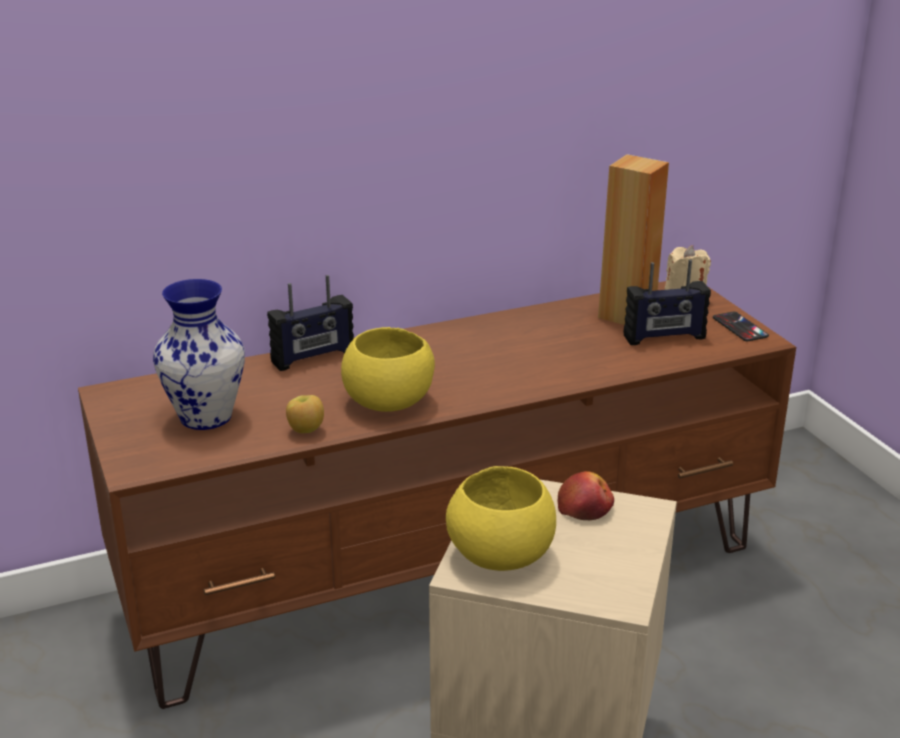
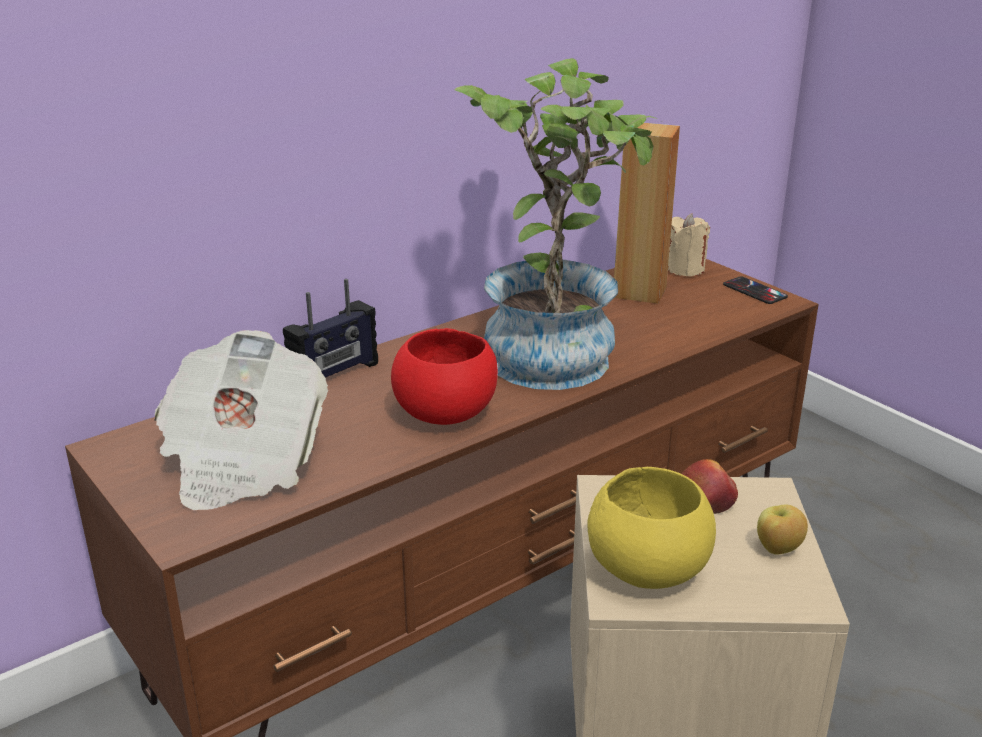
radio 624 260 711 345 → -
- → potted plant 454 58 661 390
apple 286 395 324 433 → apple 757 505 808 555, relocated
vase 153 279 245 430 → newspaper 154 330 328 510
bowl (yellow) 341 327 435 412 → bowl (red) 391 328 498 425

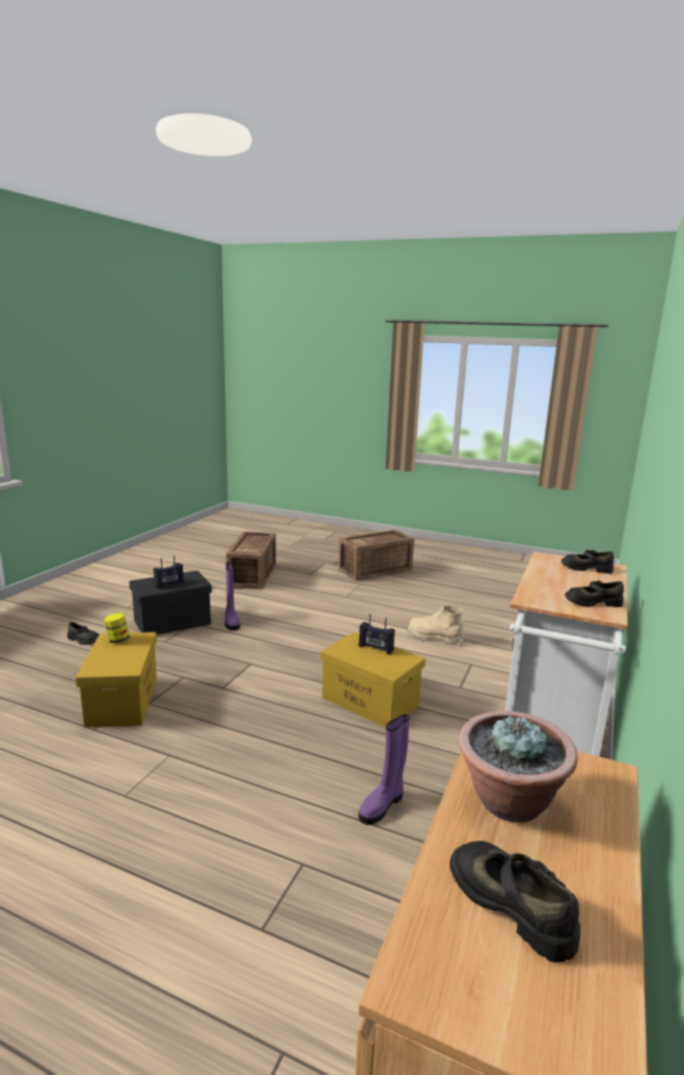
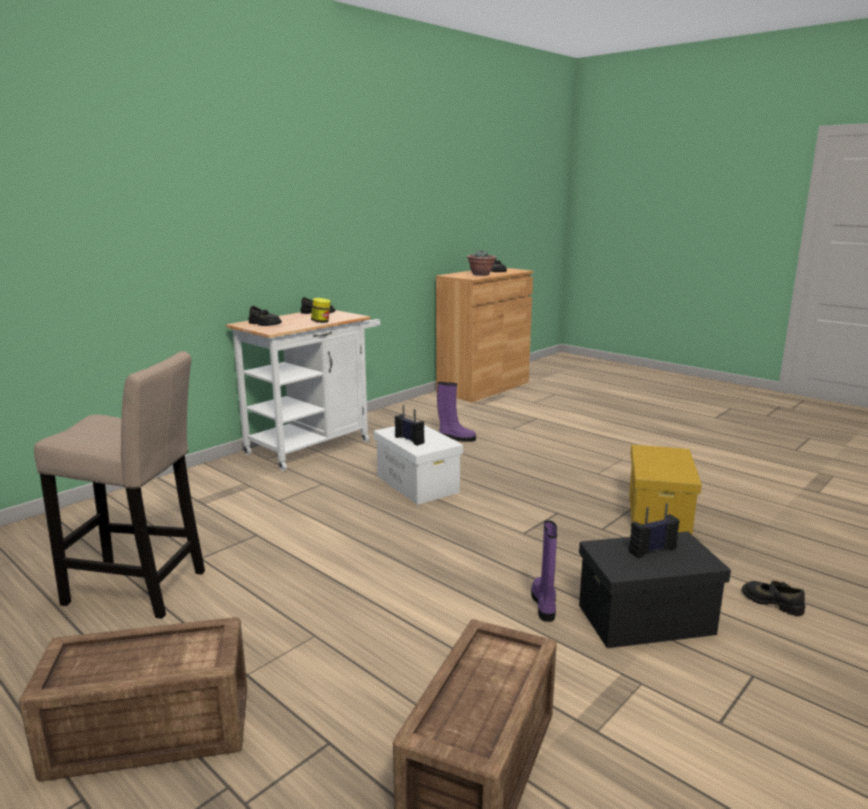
boot (beige) 408 606 464 645 → -
- → stool (beige) 34 351 205 619
jar 104 613 130 643 → jar 311 298 331 323, relocated
storage box (yellow) 320 632 425 727 → storage box (white) 374 421 463 505
boot (purple) 358 714 409 825 → boot (purple) 437 382 476 442, 45 degrees clockwise

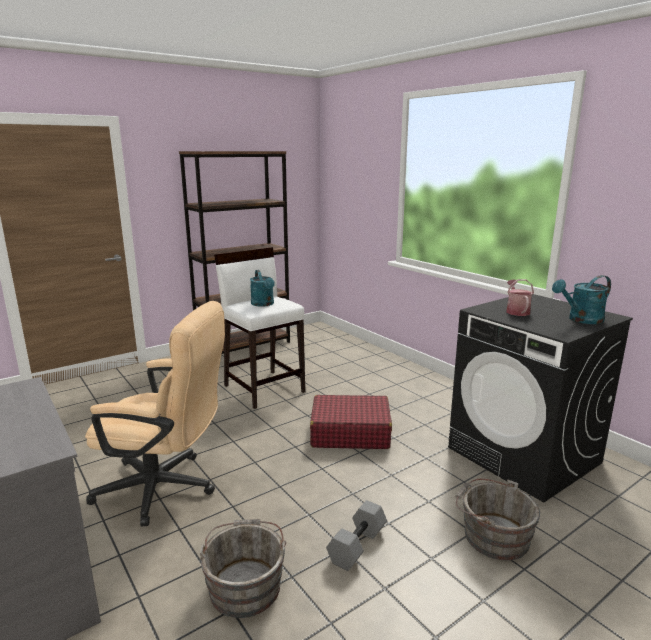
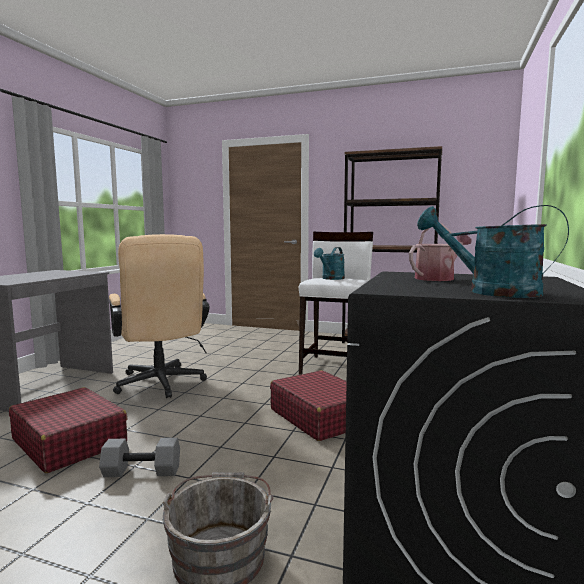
bucket (grey) 200 519 286 618 → suitcase (red) 9 387 127 473

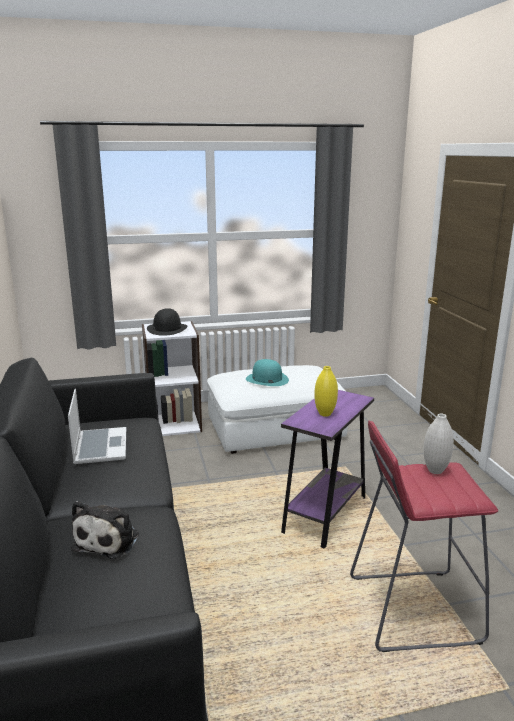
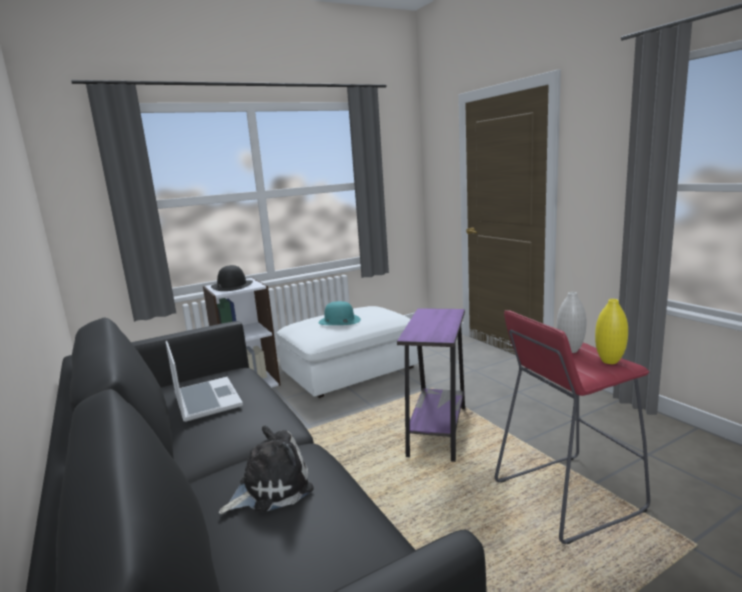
vase (yellow) 314 366 338 417 → vase (yellow) 595 299 628 364, relocated
plush toy 71 501 139 559 → plush toy 219 426 314 514, 120 degrees counterclockwise

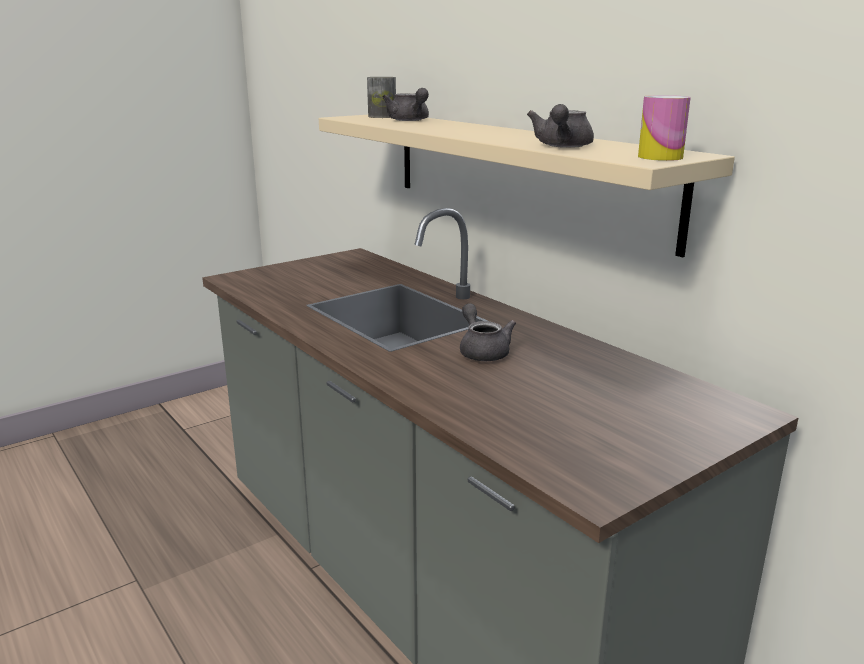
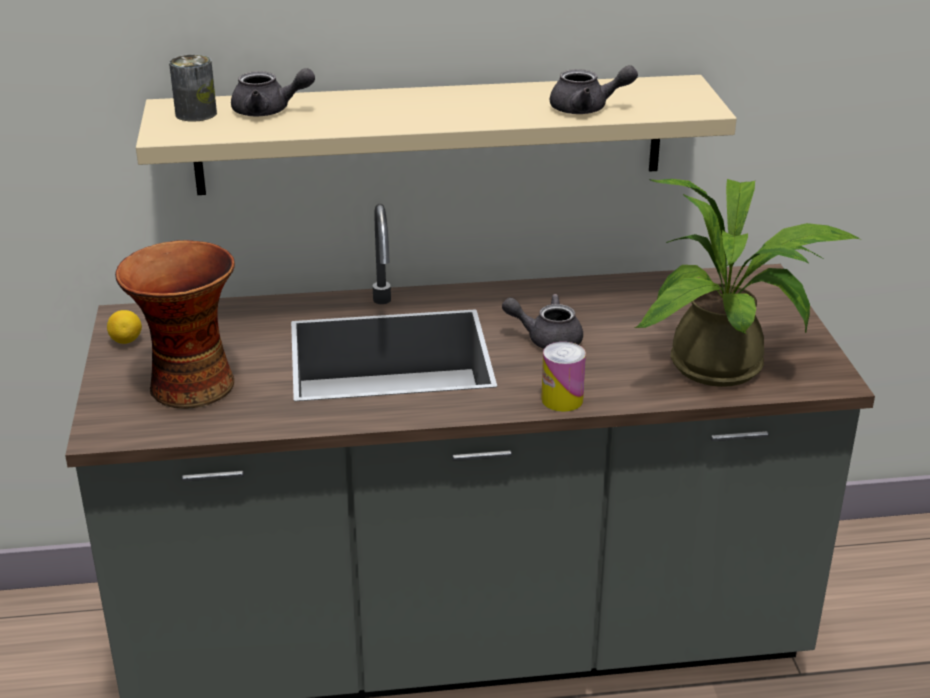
- → lemon 107 310 142 344
- → vase 115 240 235 409
- → potted plant 634 179 860 387
can 638 95 691 161 → can 541 342 586 412, relocated
teapot (grey) 527 104 594 148 → teapot (grey) 550 65 638 114, 45 degrees counterclockwise

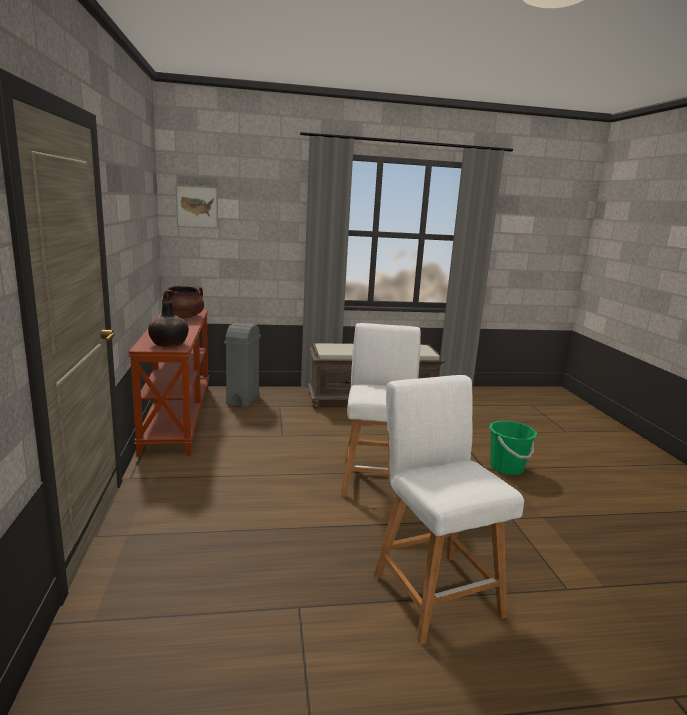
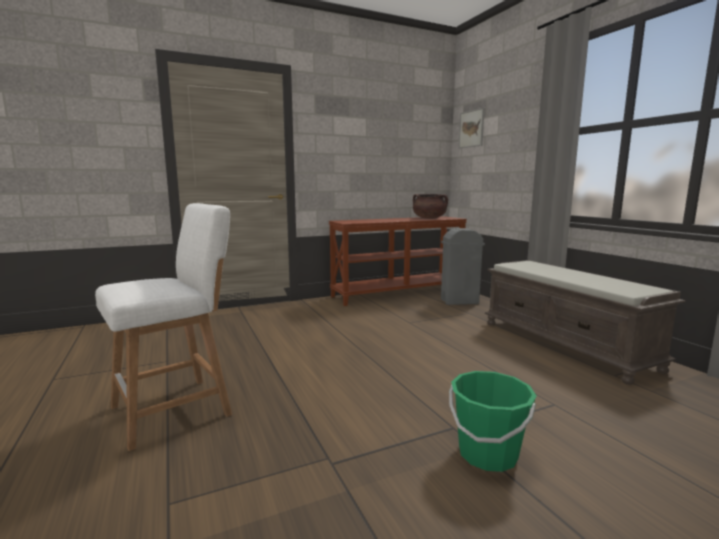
vase 148 301 189 347 → -
stool (white) 341 323 421 497 → -

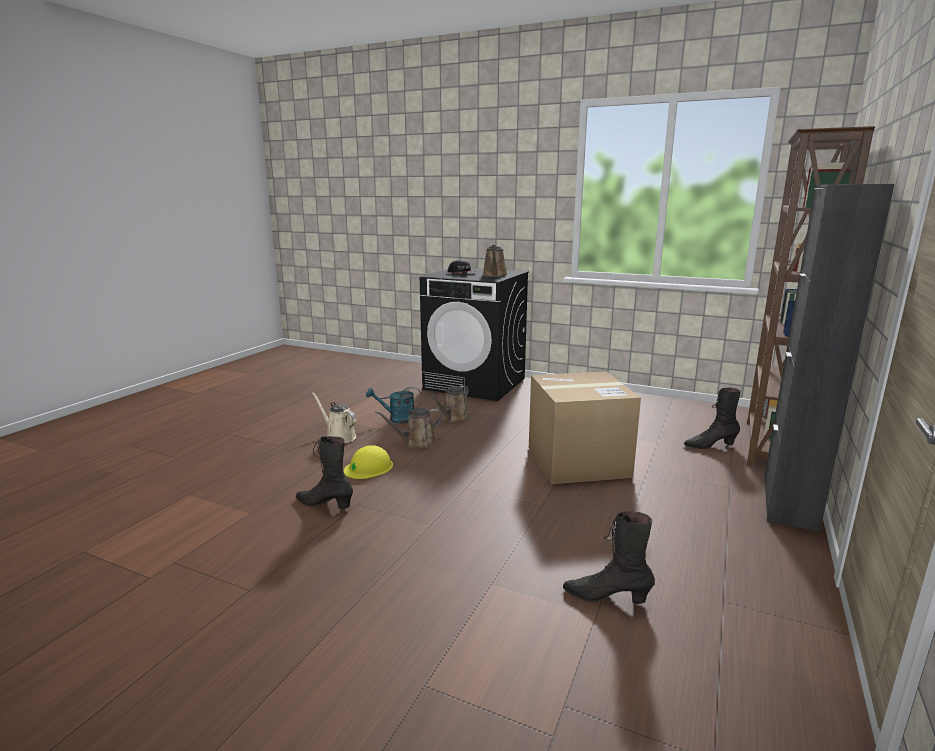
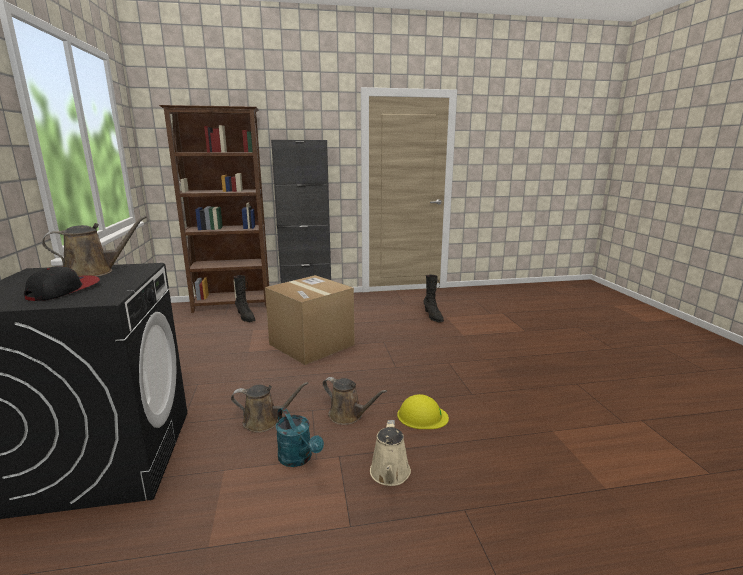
boot (black) 296 436 353 509 → -

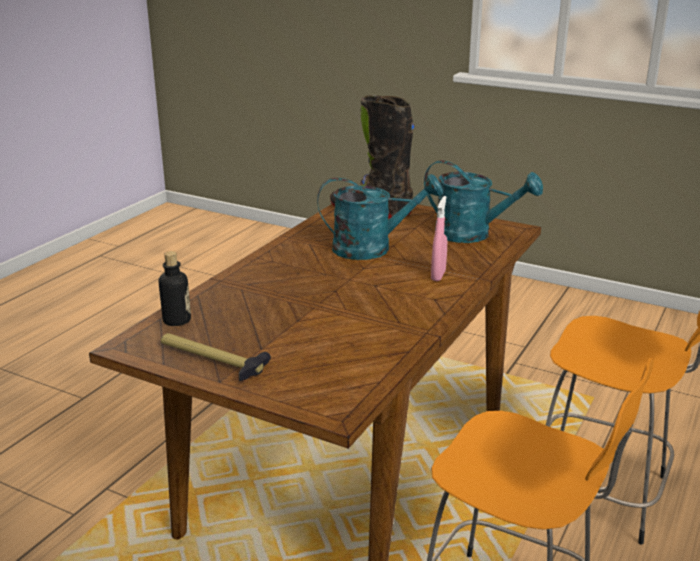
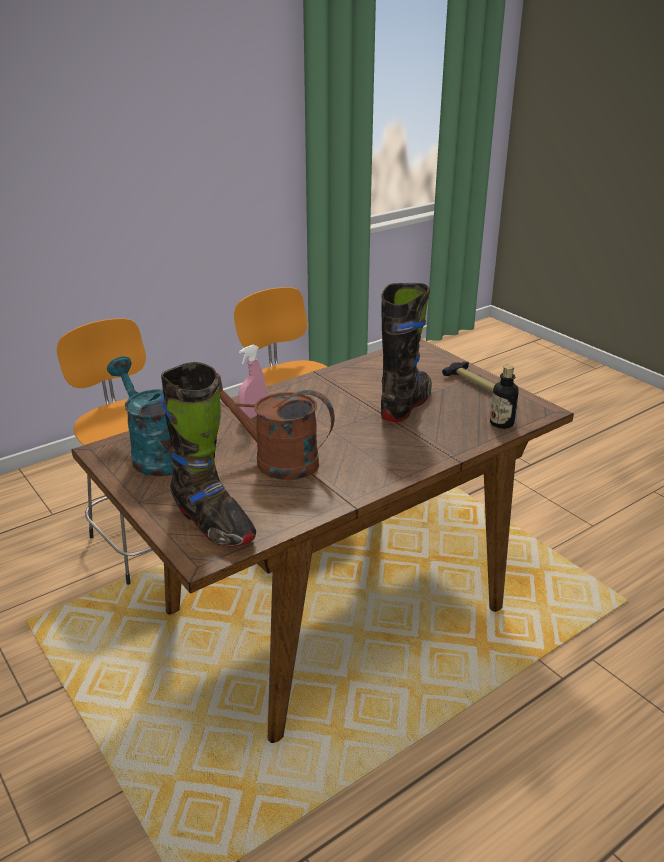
- → boot (black) 381 283 432 422
watering can (turquoise) 317 174 443 260 → watering can (brown) 217 373 335 480

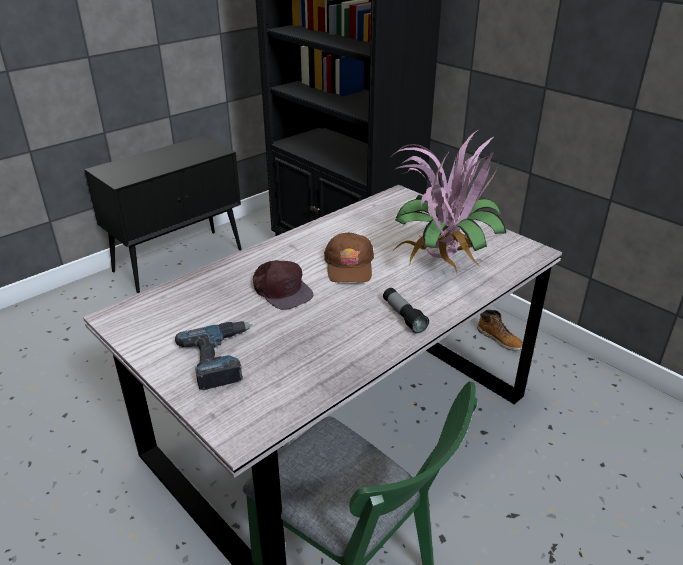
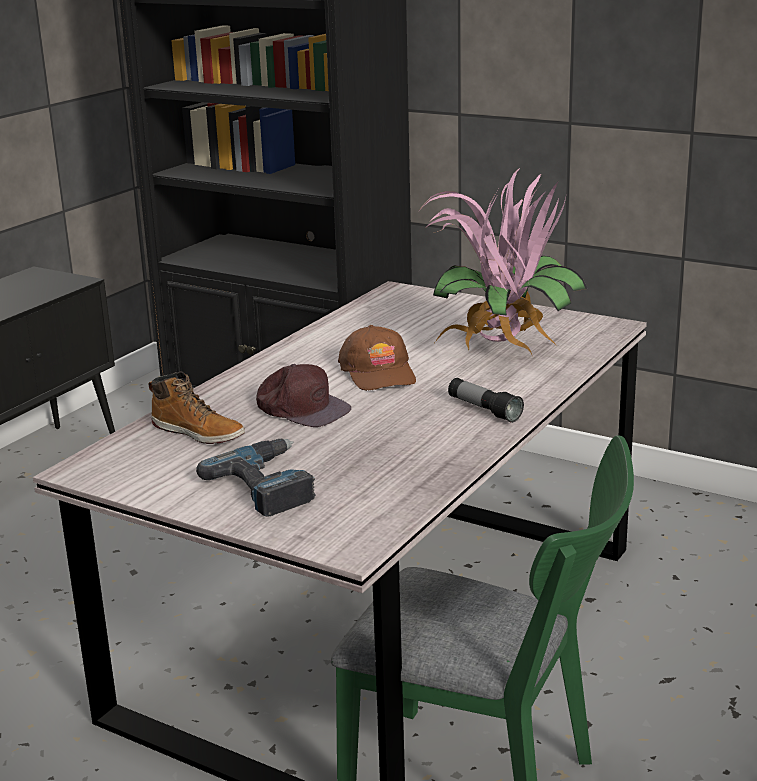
boot 477 309 523 351 → boot 148 372 245 444, relocated

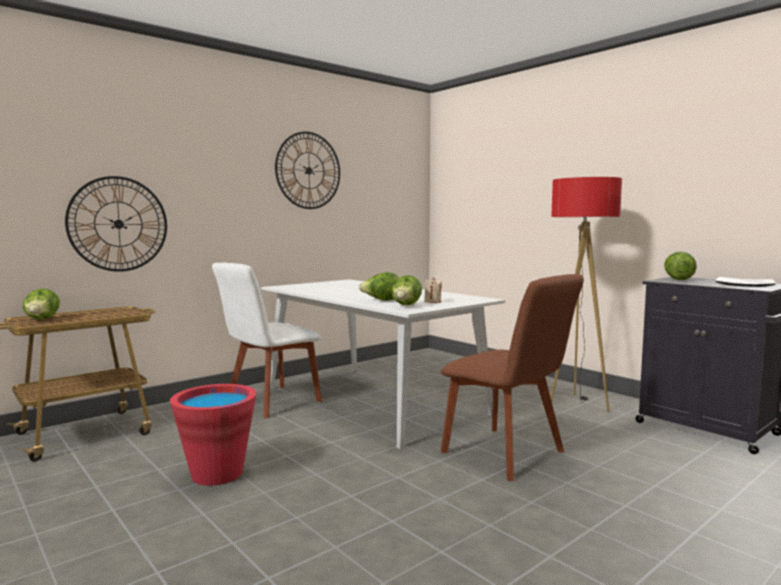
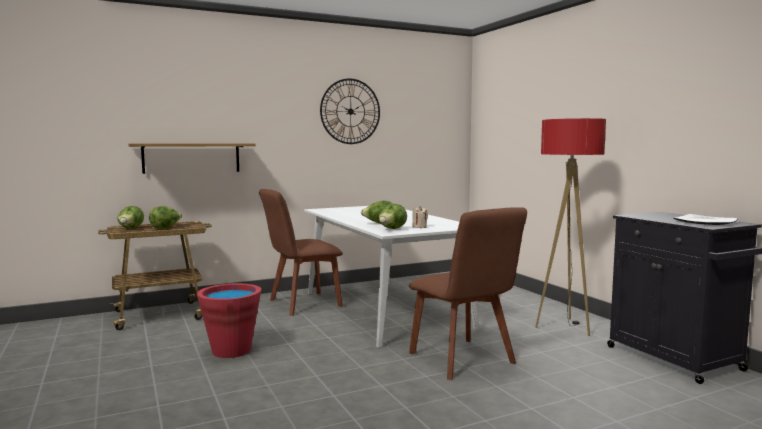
lettuce 664 251 697 280 → lettuce 149 206 182 229, relocated
wall clock 65 176 167 272 → shelf 128 143 256 174
chair (white) 212 263 322 418 → chair (brown) 259 189 343 316

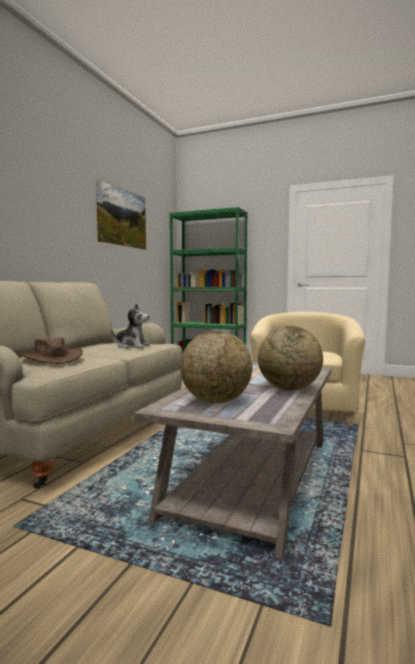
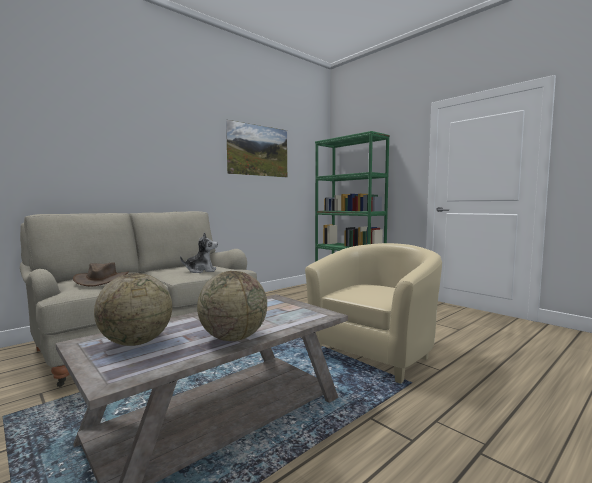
plush toy 111 303 150 348 → plush toy 180 232 218 273, 45 degrees counterclockwise

